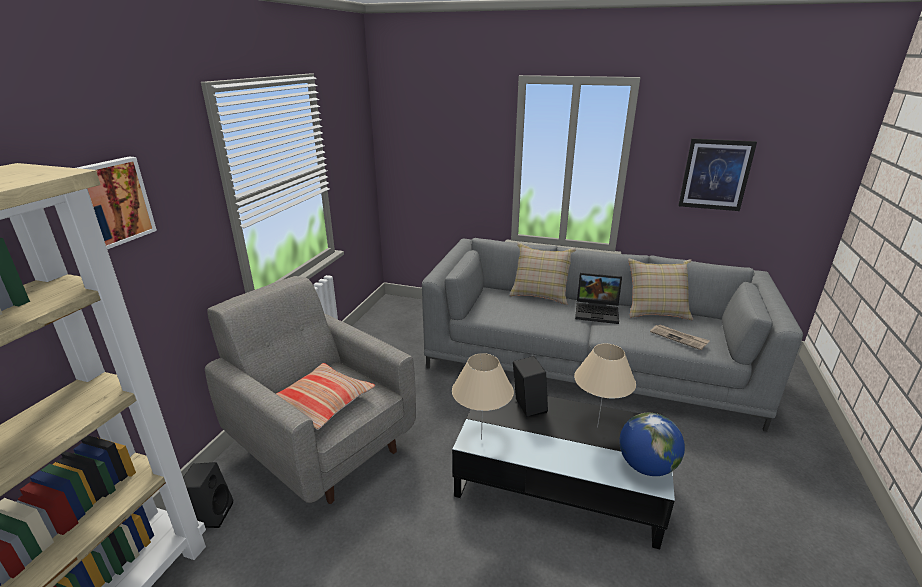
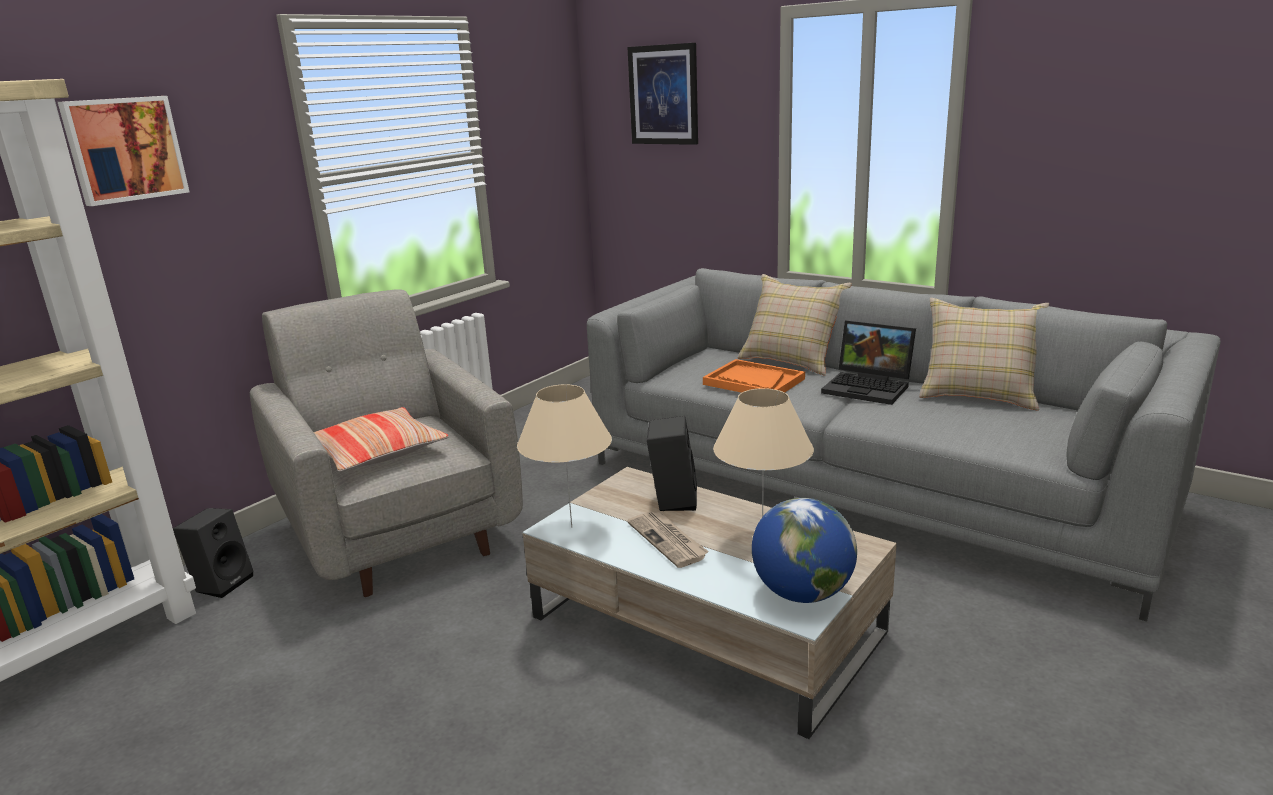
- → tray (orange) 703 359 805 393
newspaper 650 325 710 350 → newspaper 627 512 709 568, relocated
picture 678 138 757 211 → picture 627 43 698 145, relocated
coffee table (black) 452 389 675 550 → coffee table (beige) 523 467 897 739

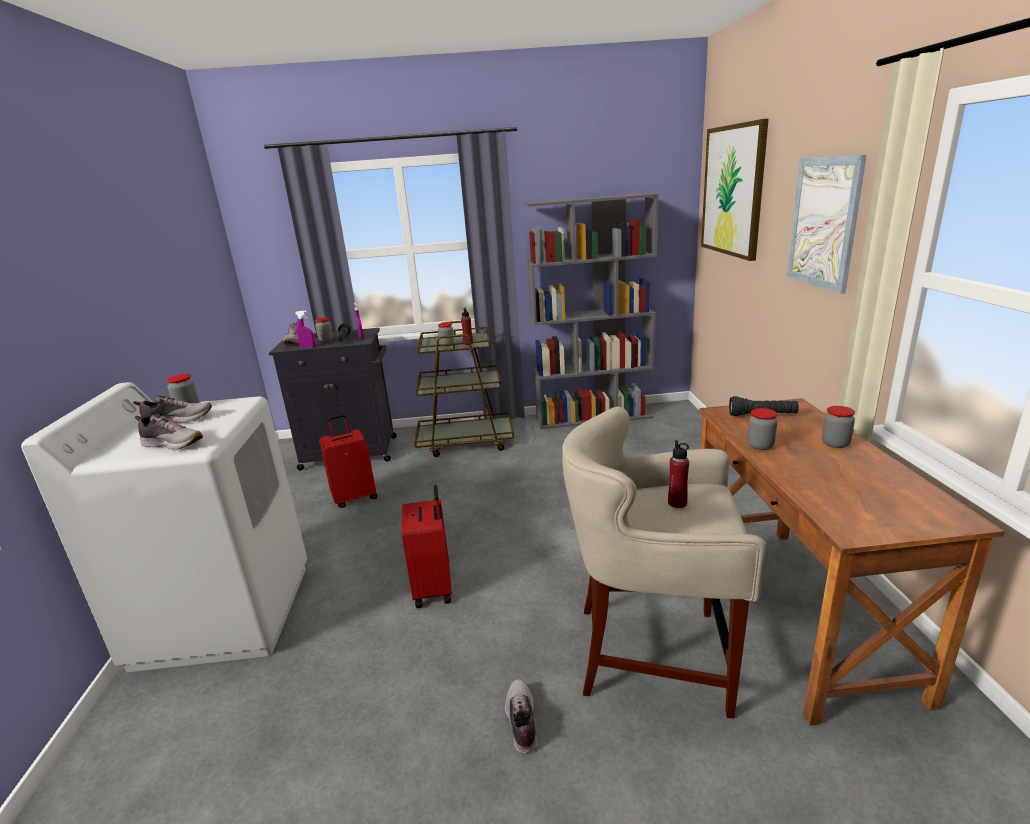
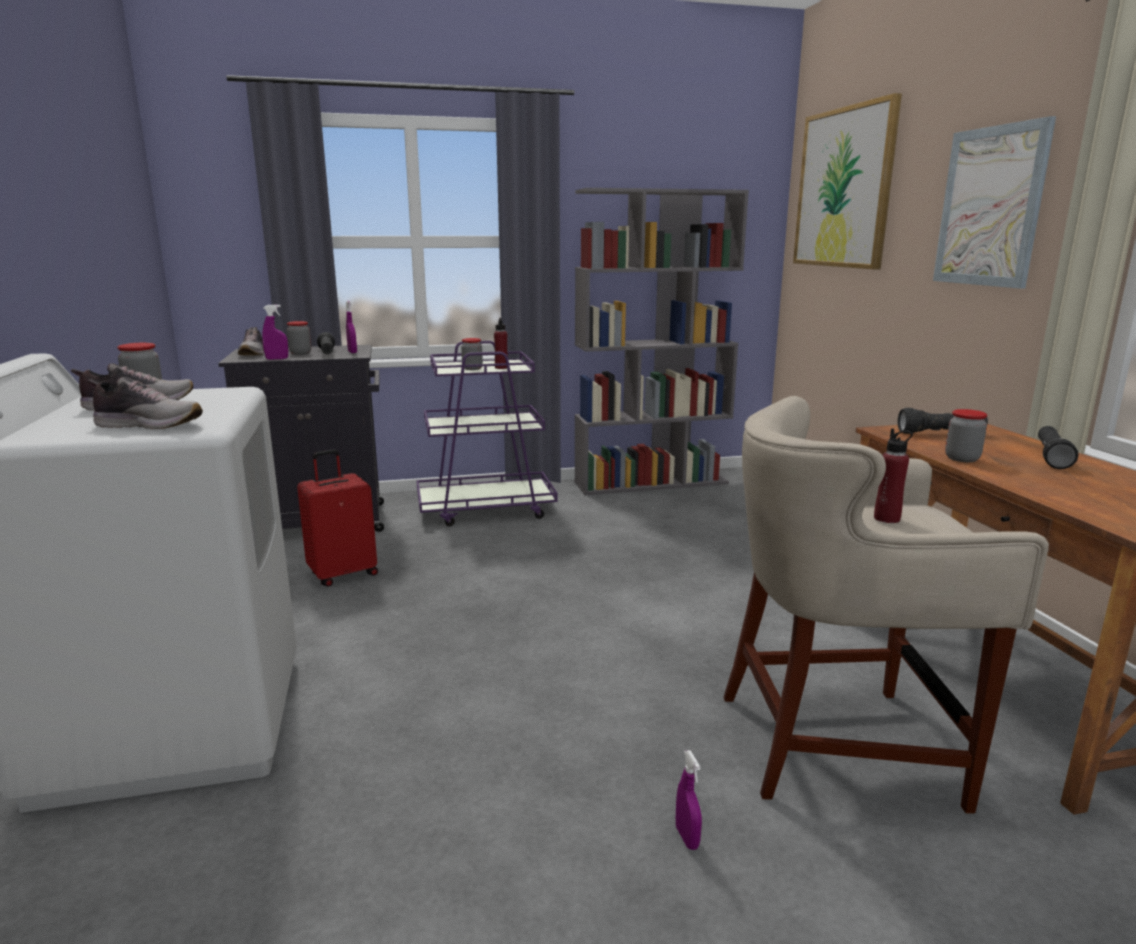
suitcase (red) 401 485 452 608 → -
shoe 505 679 538 753 → spray bottle (purple) 676 750 702 850
jar 822 406 855 448 → flashlight (black) 1038 426 1078 469
cart (brown) 414 321 514 457 → cart (purple) 416 341 557 526

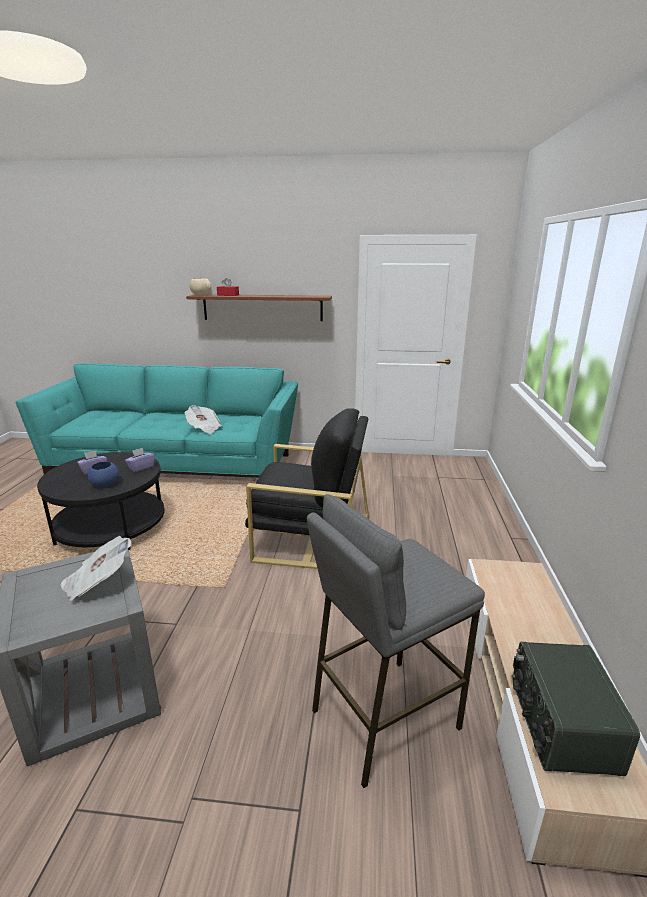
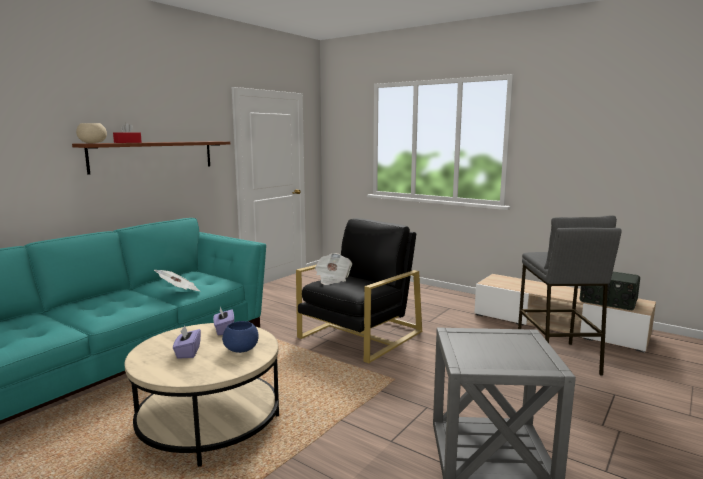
newspaper 60 536 132 601 → newspaper 315 253 352 285, relocated
coffee table (black) 37 452 165 550 → coffee table (beige) 125 323 279 467

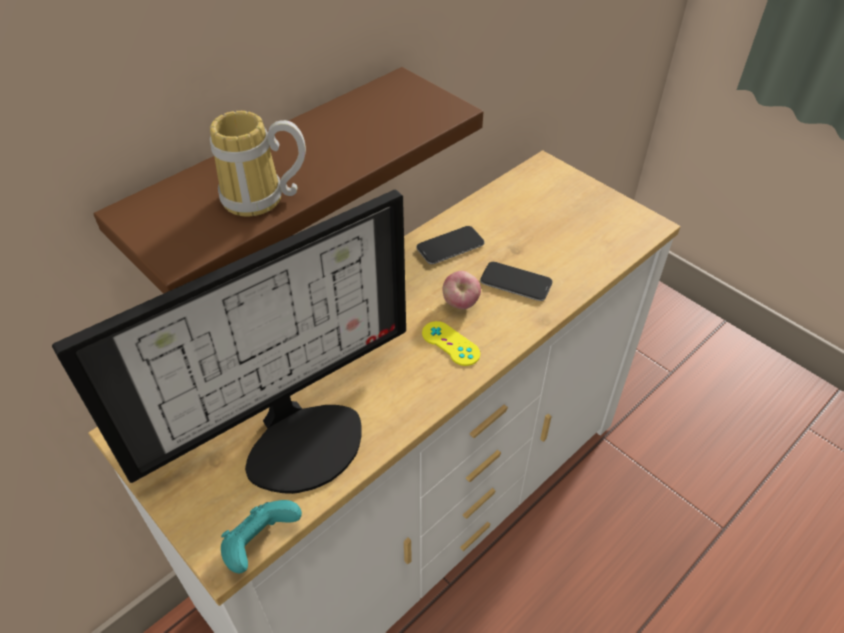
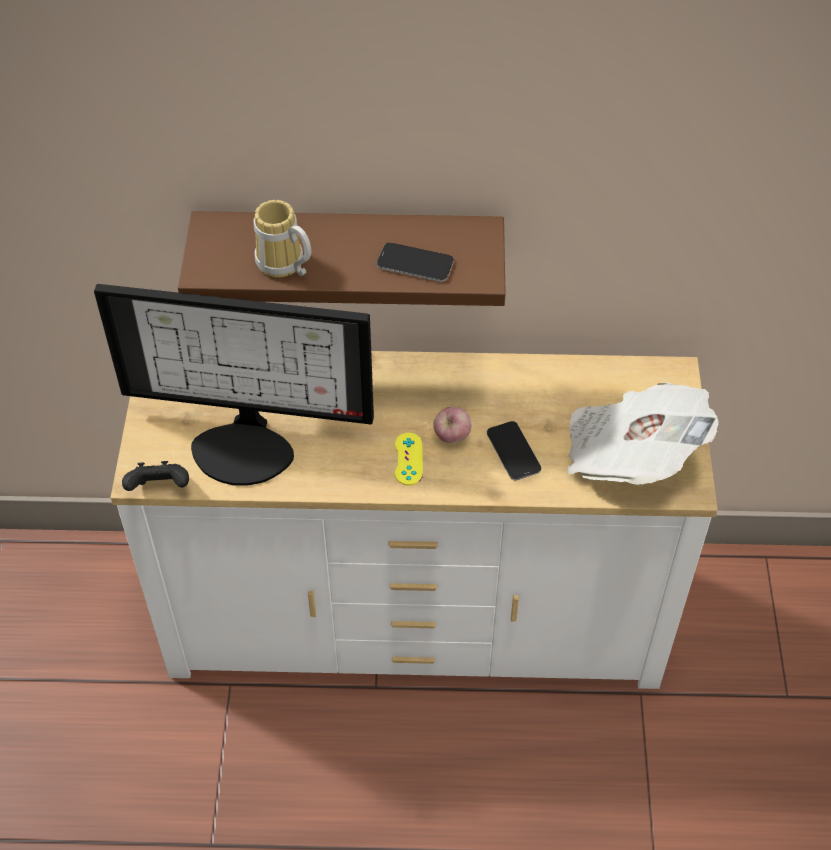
- → newspaper 567 382 719 485
phone 416 226 484 264 → phone 376 243 454 282, relocated
game controller (turquoise) 221 500 302 574 → game controller (black) 122 461 189 491

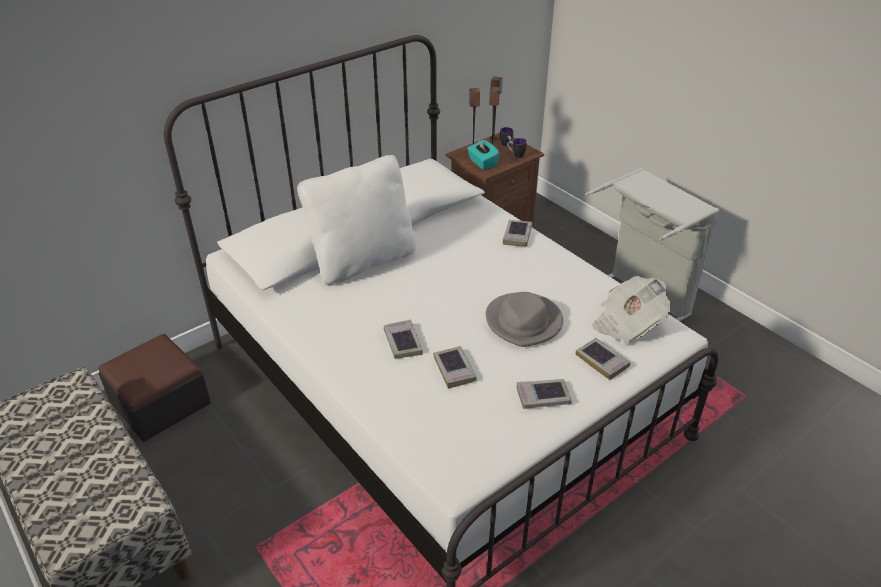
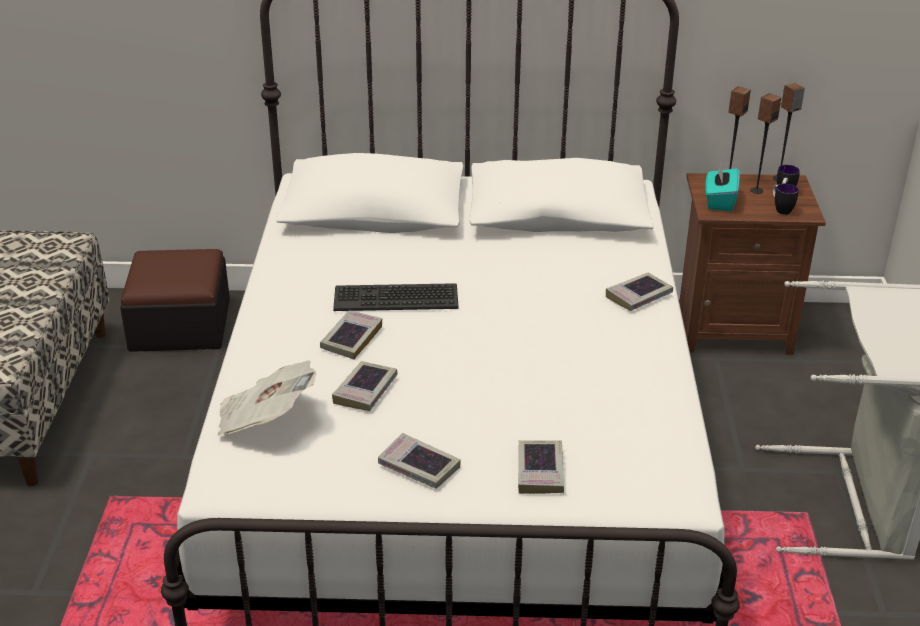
pillow (white) 297 155 416 286 → -
hat (grey) 486 292 563 347 → -
- → keyboard 333 283 459 311
newspaper 592 276 671 344 → newspaper 217 360 316 435, relocated

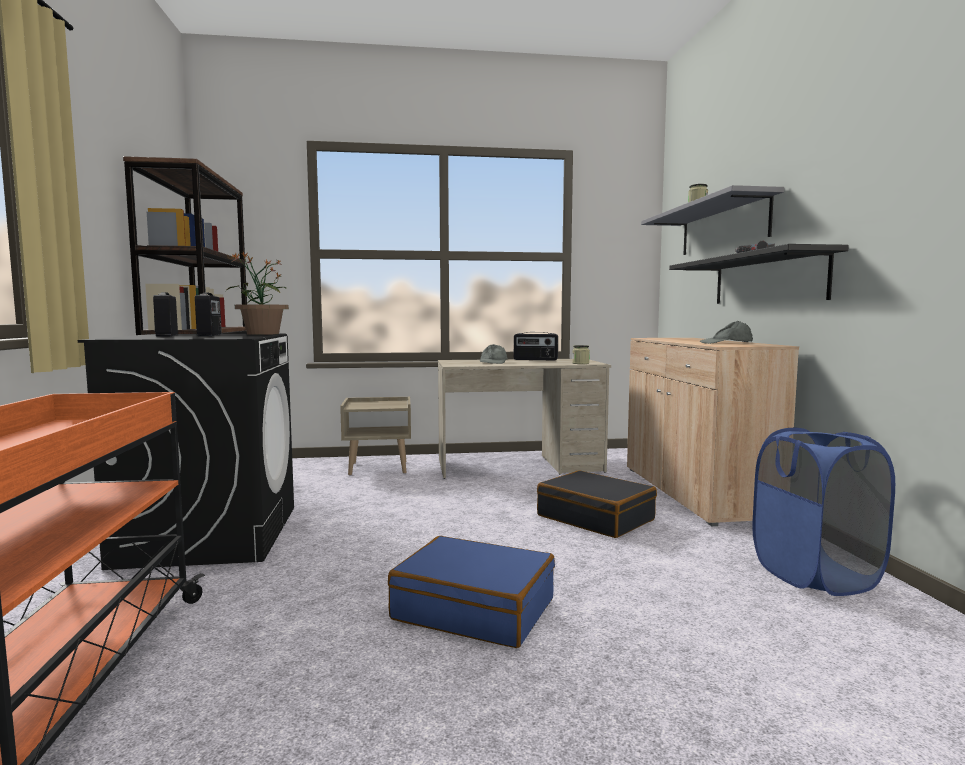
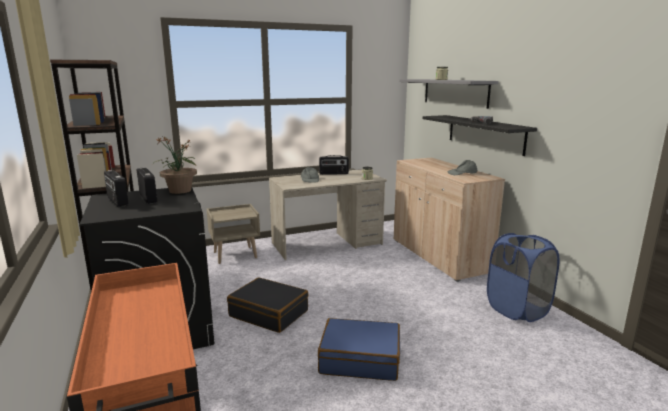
suitcase (black) 537 470 657 538 → suitcase (black) 227 277 309 333, relocated

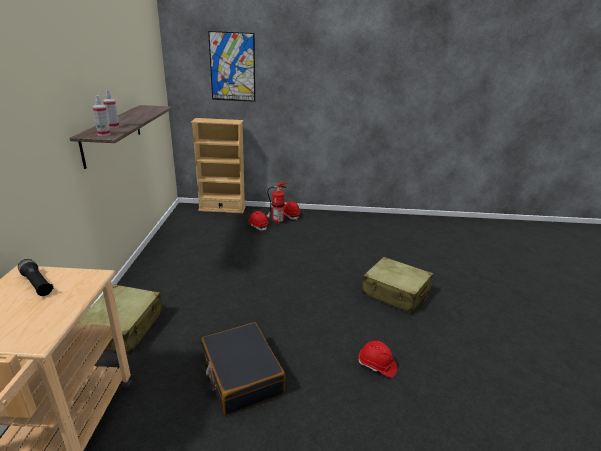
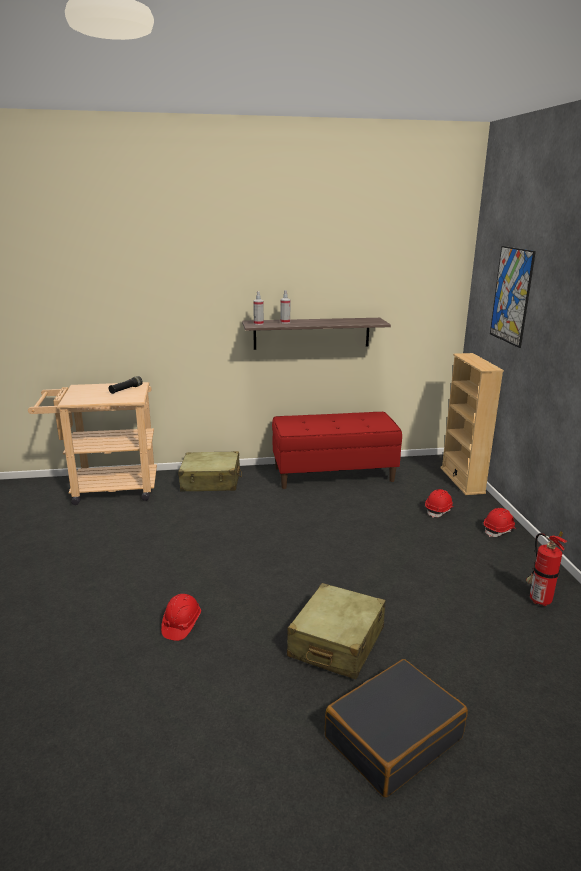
- → bench (red) 272 412 402 489
suitcase (black) 201 322 286 415 → suitcase (black) 325 659 468 797, relocated
fire extinguisher 266 180 287 224 → fire extinguisher 526 531 567 606, relocated

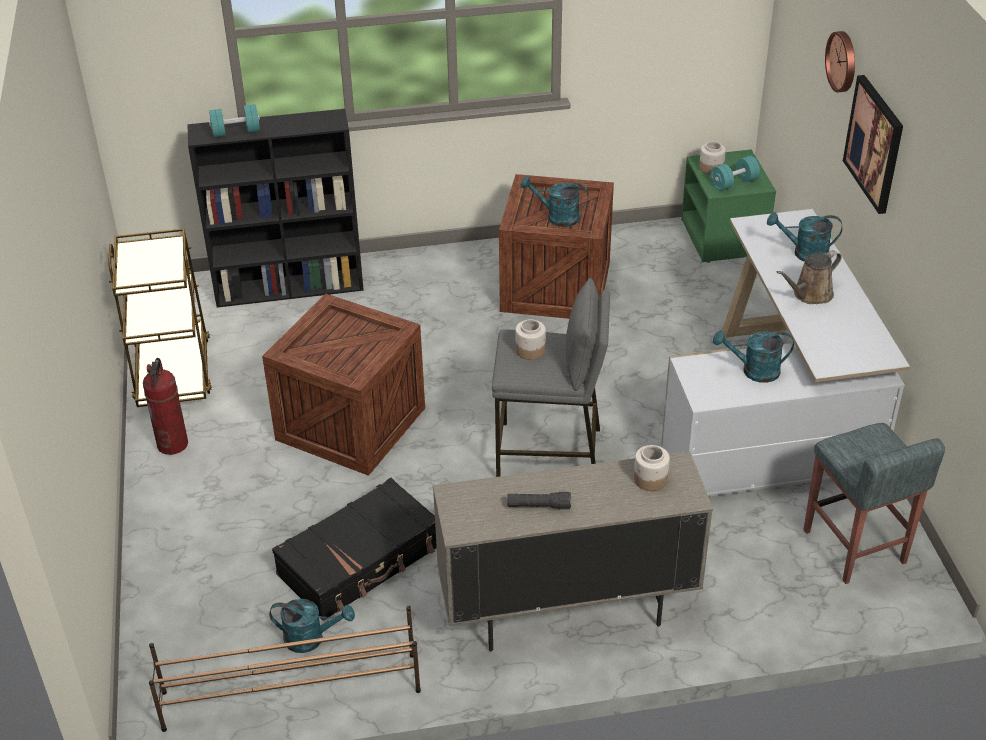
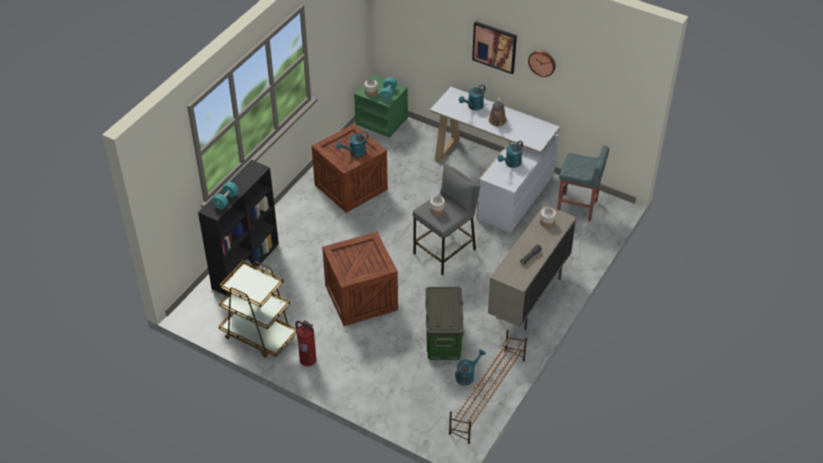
wall clock 825 31 855 92 → wall clock 528 50 556 77, relocated
suitcase (black) 272 478 437 621 → storage box 426 287 464 360

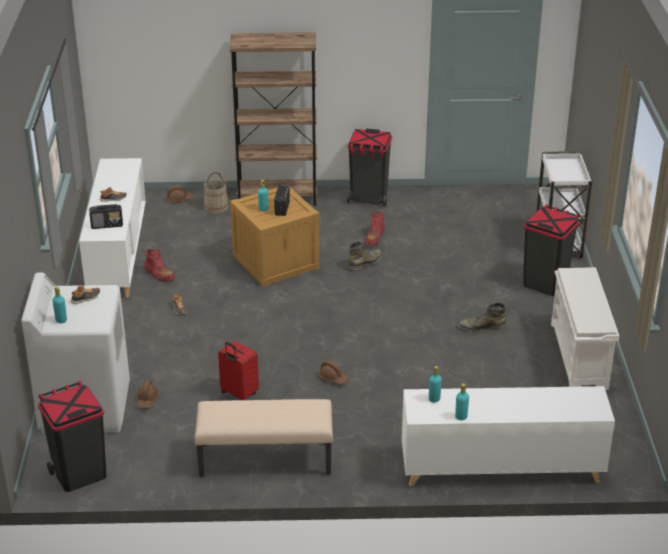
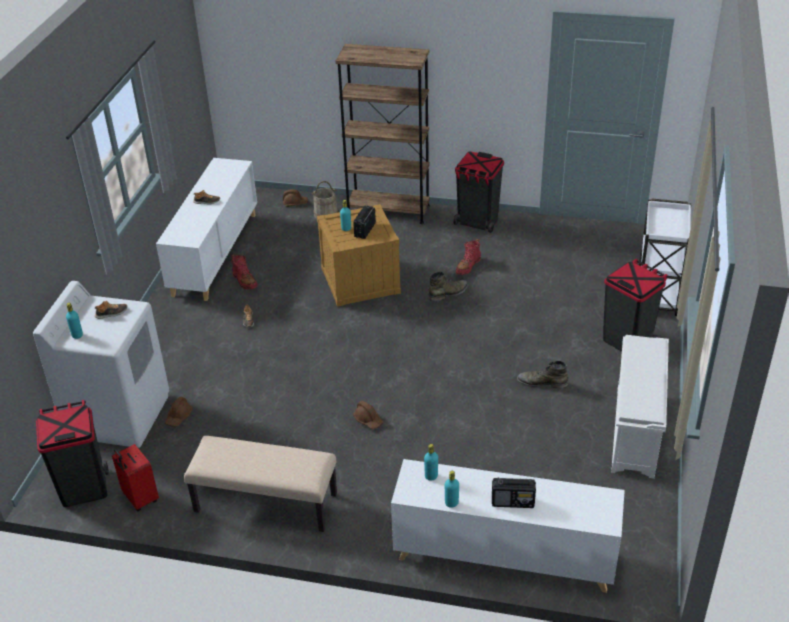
radio 89 204 123 229 → radio 492 477 536 508, relocated
suitcase (red) 218 341 259 400 → suitcase (red) 112 444 159 511, relocated

